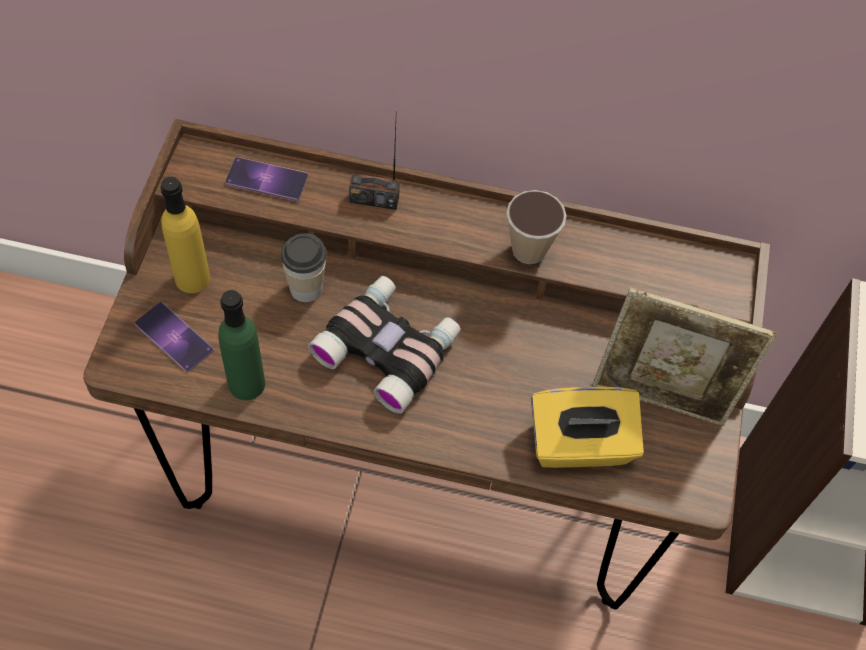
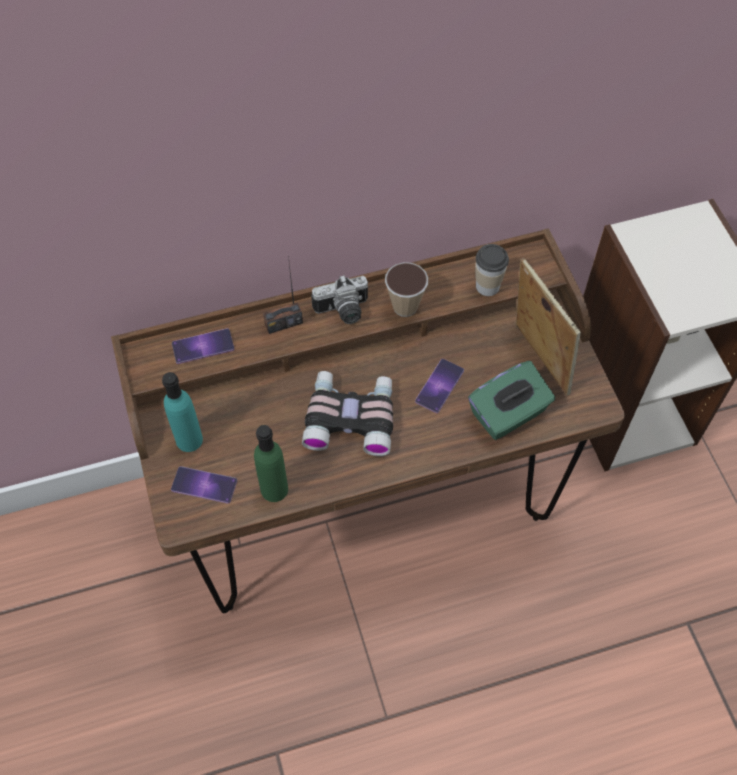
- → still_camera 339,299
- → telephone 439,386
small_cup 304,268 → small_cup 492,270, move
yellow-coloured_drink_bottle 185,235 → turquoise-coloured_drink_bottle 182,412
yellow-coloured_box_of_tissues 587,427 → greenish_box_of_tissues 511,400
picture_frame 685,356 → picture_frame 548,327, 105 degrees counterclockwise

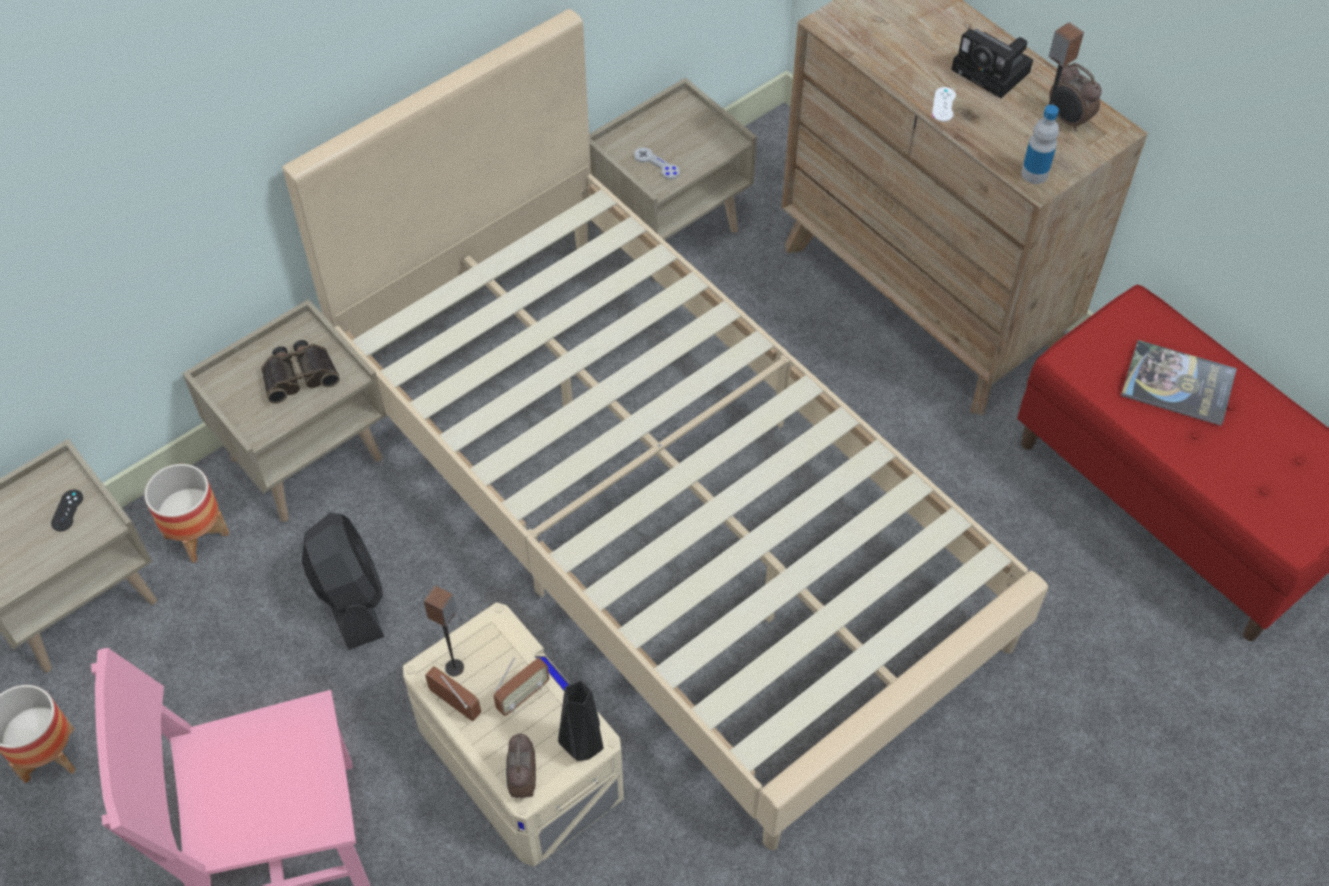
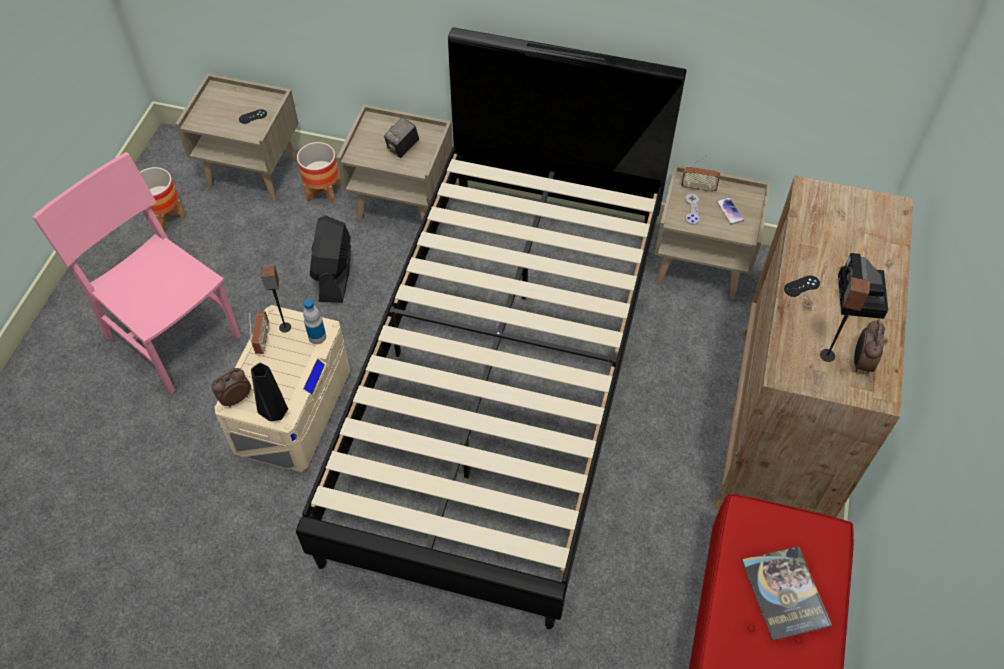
- → telephone 730,211
radio_set 521,686 → radio_set 700,174, move
drink_bottle 1040,144 → drink_bottle 314,321, move
pair_of_binoculars 300,372 → still_camera 401,137
beige-coloured_bed 665,429 → blackish_bed 491,328
whitish_game_controller 944,104 → blackish_game_controller 802,286
blackish_cooling_fan 343,581 → blackish_cooling_fan 330,259, 150 degrees clockwise

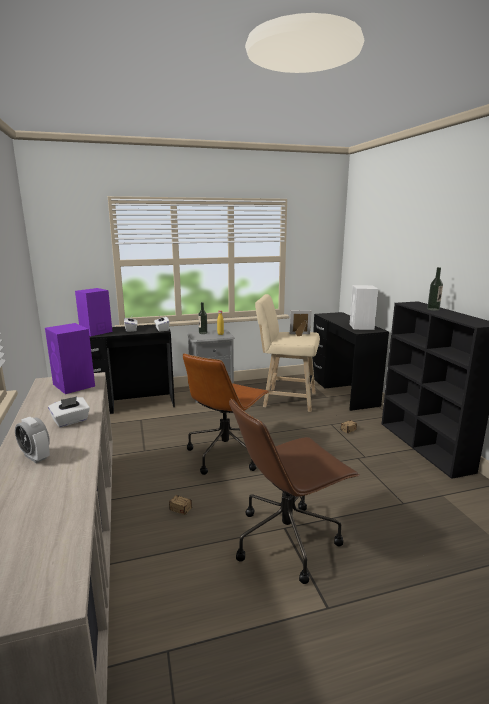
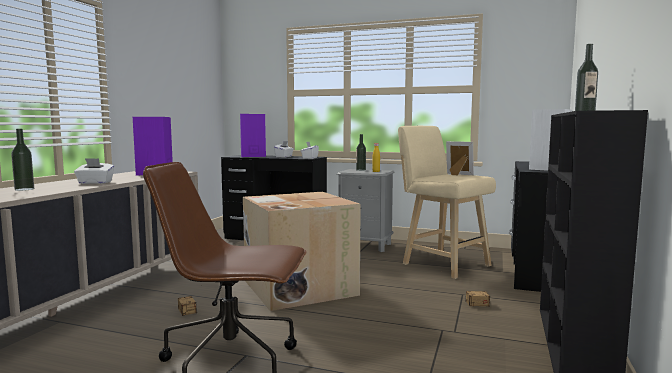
table_clock 32,440 → drink_bottle 22,160
brownish_computer_chair 226,414 → carton 302,251

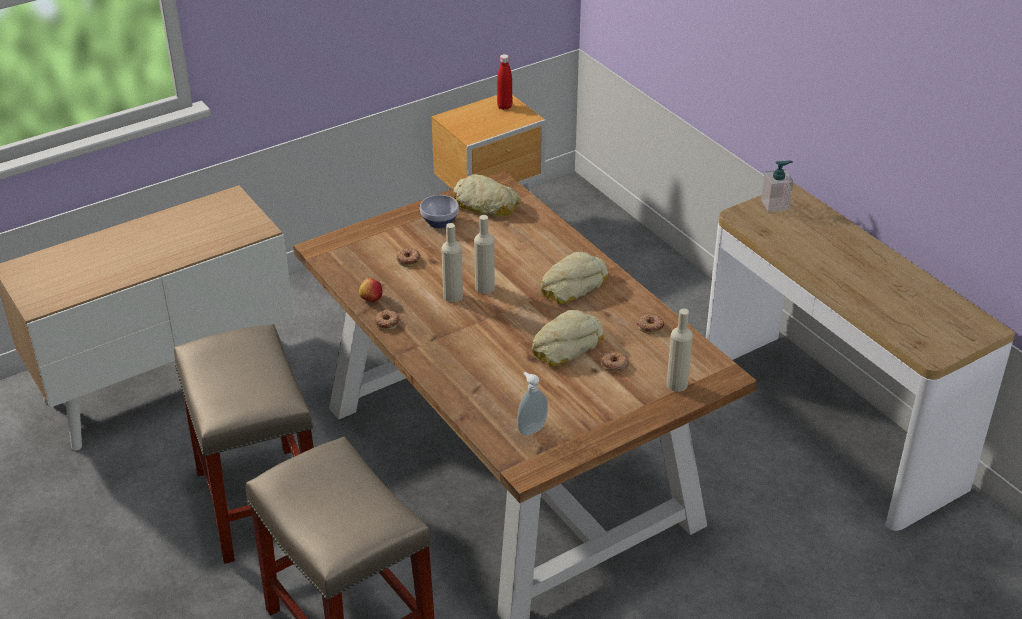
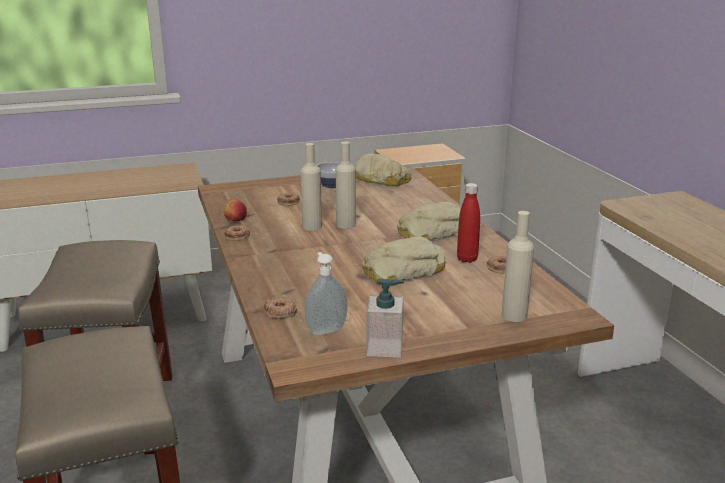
red_drink_bottle 504,82 → red_drink_bottle 468,223, move
doughnut 615,362 → doughnut 280,307, move
liquid_soap_bottle 777,186 → liquid_soap_bottle 385,318, move

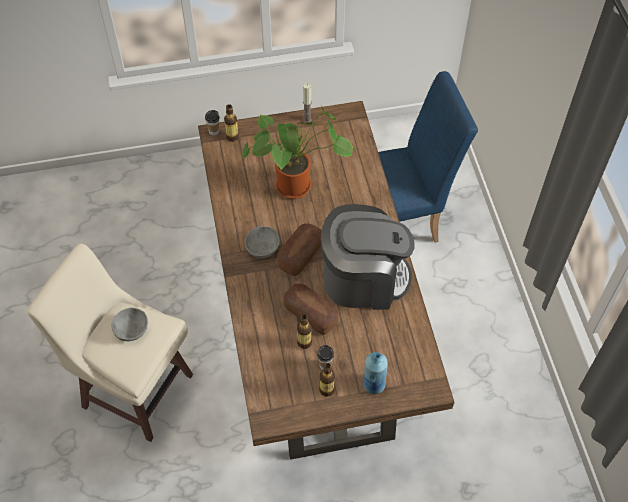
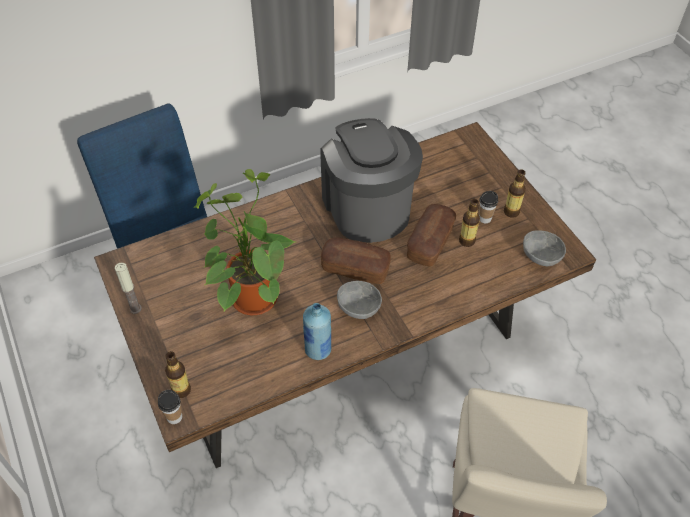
gray_deep_dish 130,324 → gray_deep_dish 544,248, move
bluish_drink_bottle 376,373 → bluish_drink_bottle 317,331, move

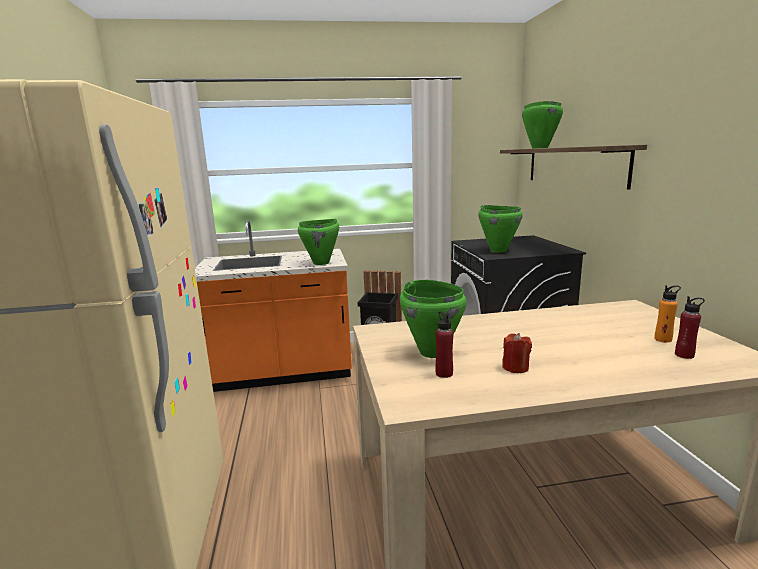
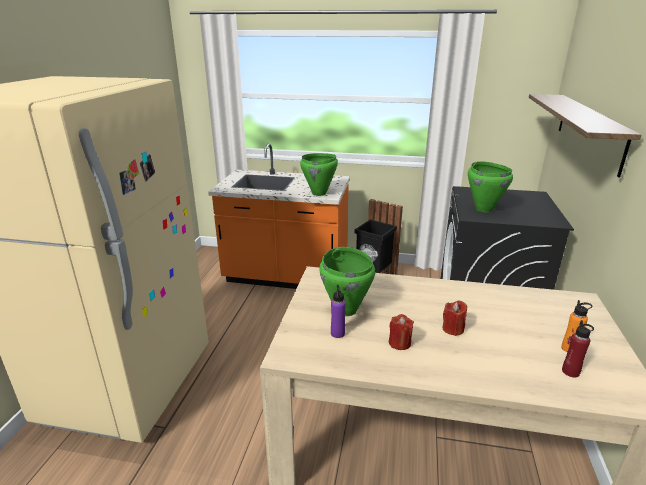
greenish_cooking_pot 542,125 → -
- → red_wax_light 454,318
red_drink_bottle 444,344 → purple_drink_bottle 338,311

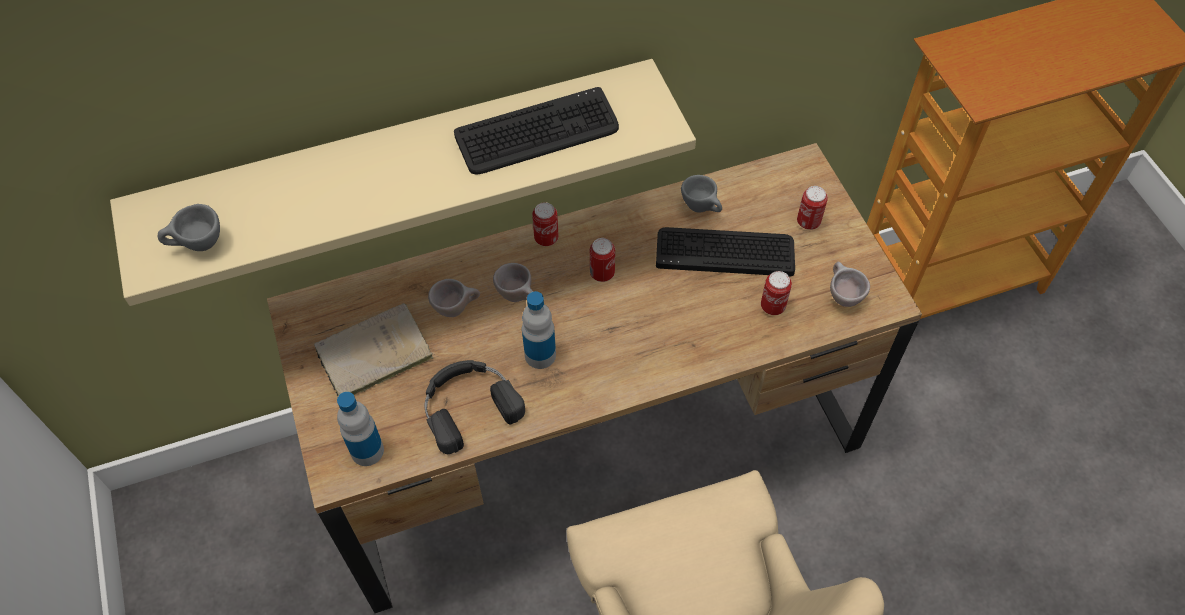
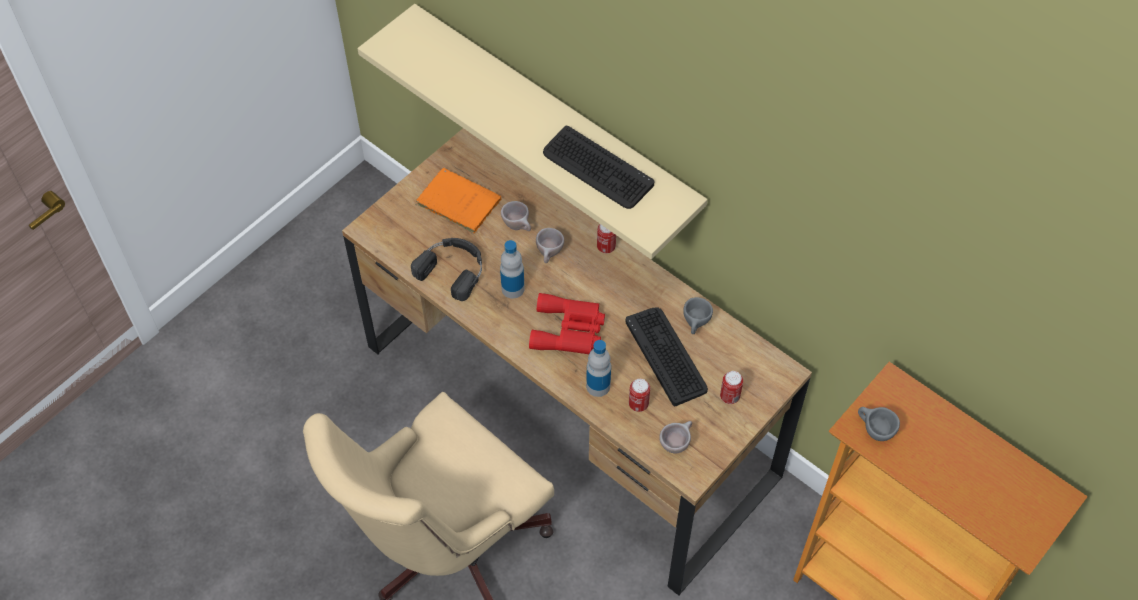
sealed_can 602,260 → -
- → red_pair_of_binoculars 567,323
gray_small_cup 189,227 → gray_small_cup 879,424, move
drink_bottle 360,429 → drink_bottle 598,368, move
beige-coloured_bound_book 373,349 → orange_bound_book 459,200

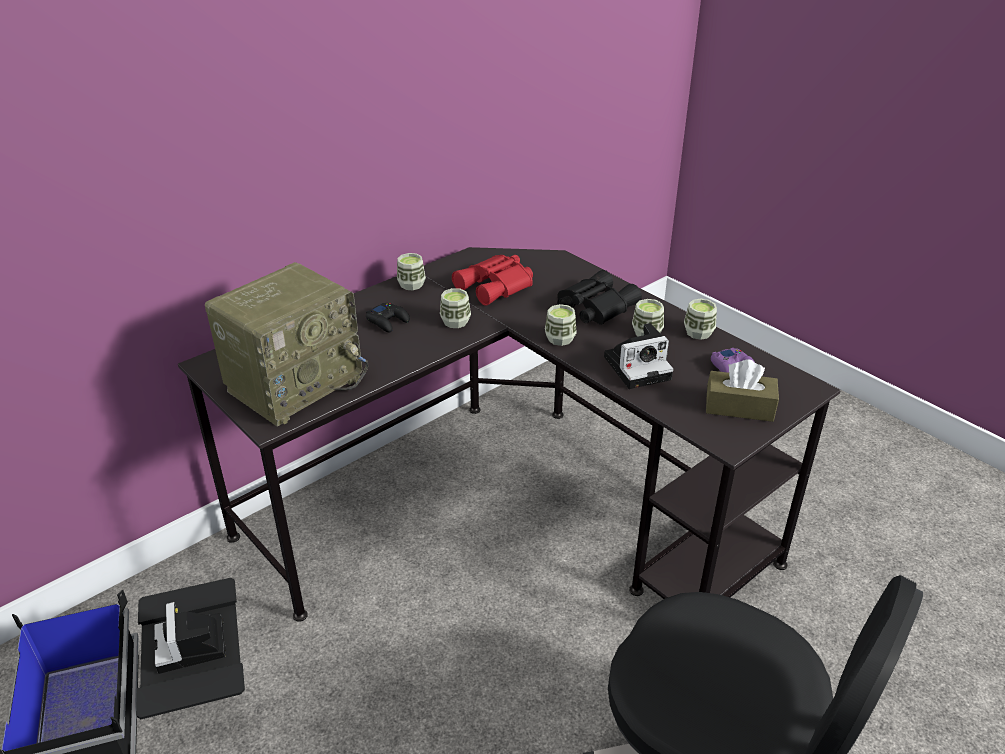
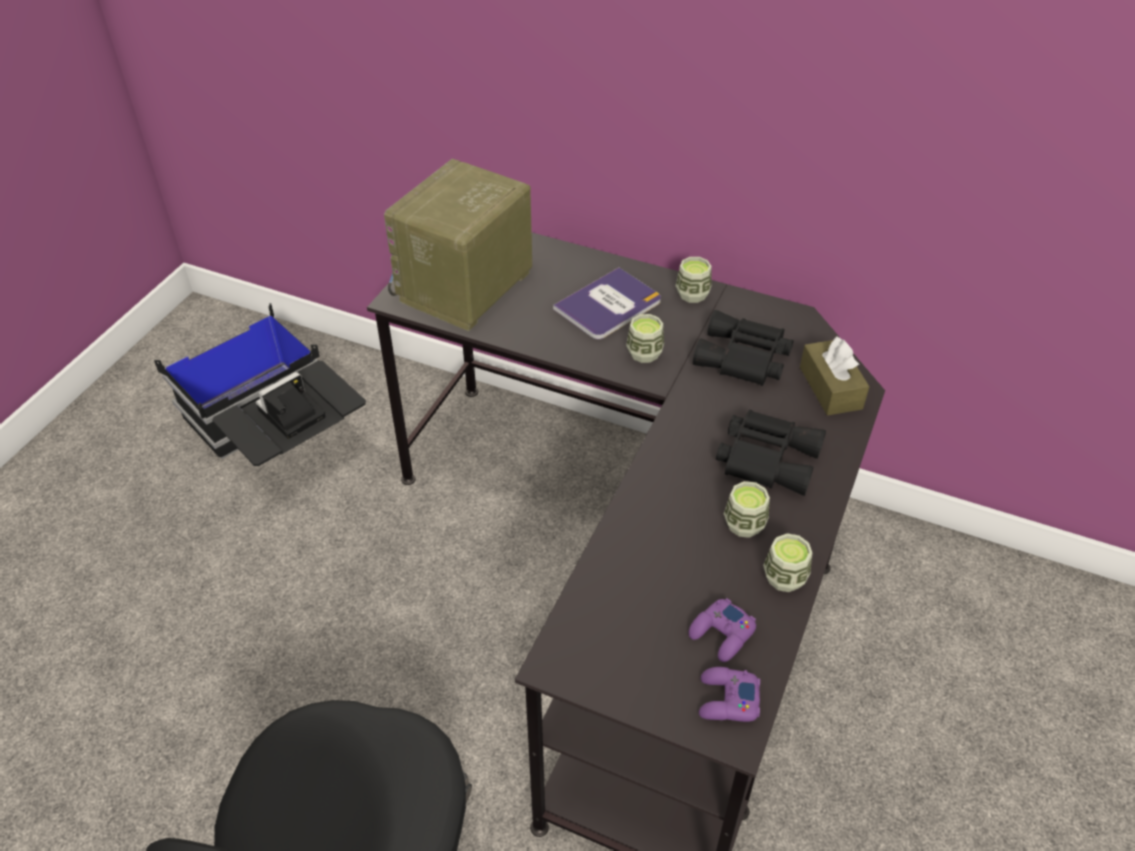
small_cup 561,325 → -
still_camera 639,356 → -
- → purple_game_controller 729,694
brownish_box_of_tissues 742,391 → brownish_box_of_tissues 835,375, move
blackish_game_controller 388,317 → bound_book 607,303
red_pair_of_binoculars 492,280 → blackish_pair_of_binoculars 743,348
radio_set 286,344 → radio_set 458,245, 105 degrees clockwise

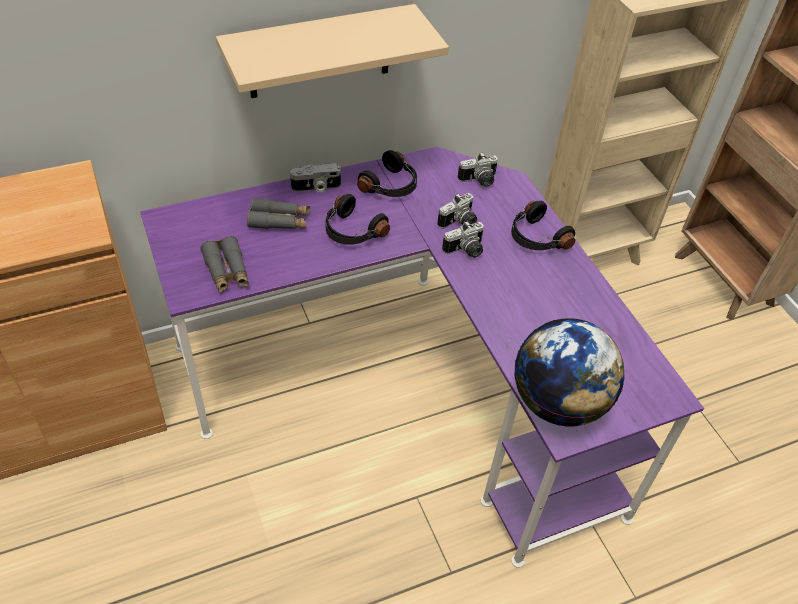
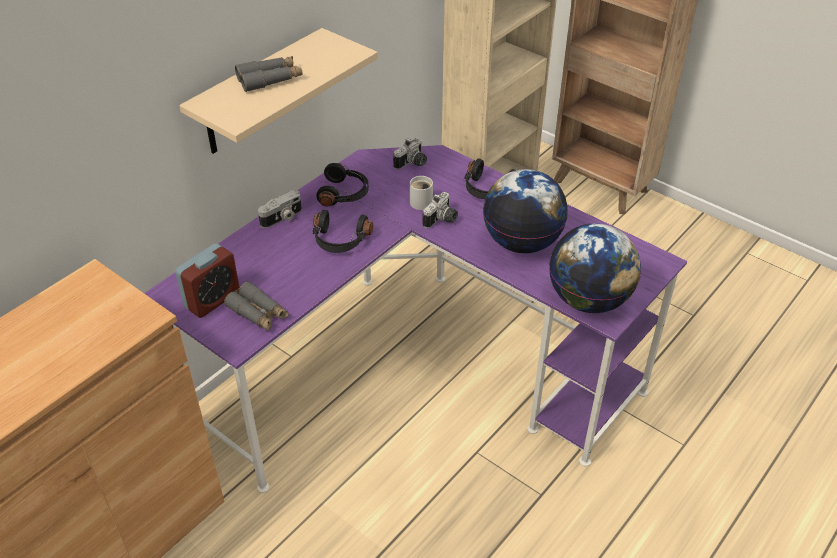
- → table_clock 207,280
- → desk_globe 525,211
gray_pair_of_binoculars 278,213 → gray_pair_of_binoculars 268,74, move
still_camera 457,210 → whitish_tea_mug 421,193

